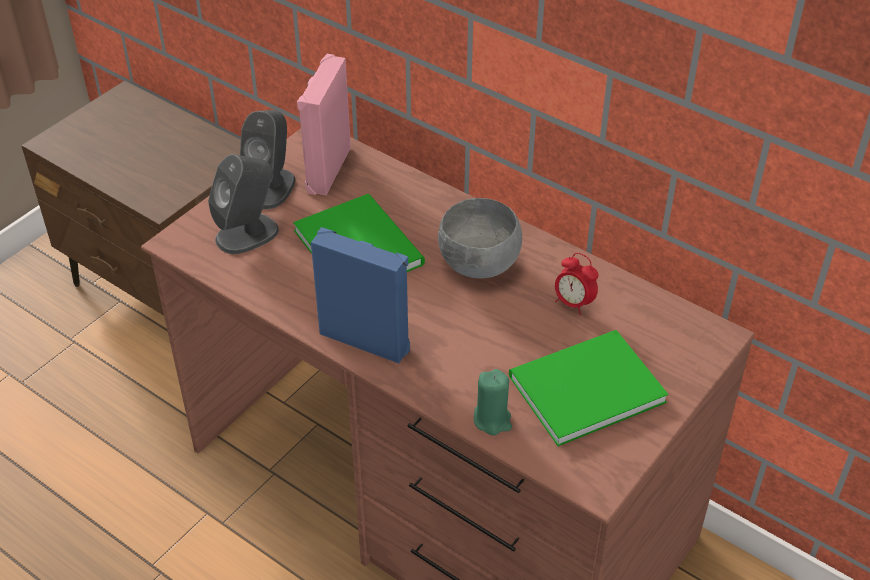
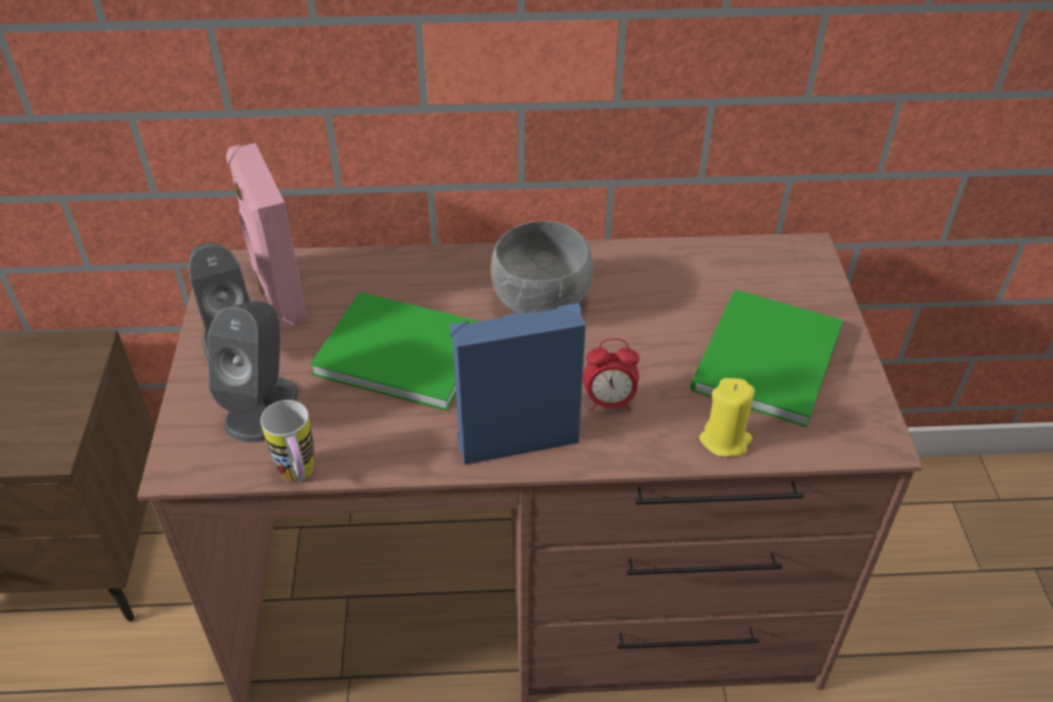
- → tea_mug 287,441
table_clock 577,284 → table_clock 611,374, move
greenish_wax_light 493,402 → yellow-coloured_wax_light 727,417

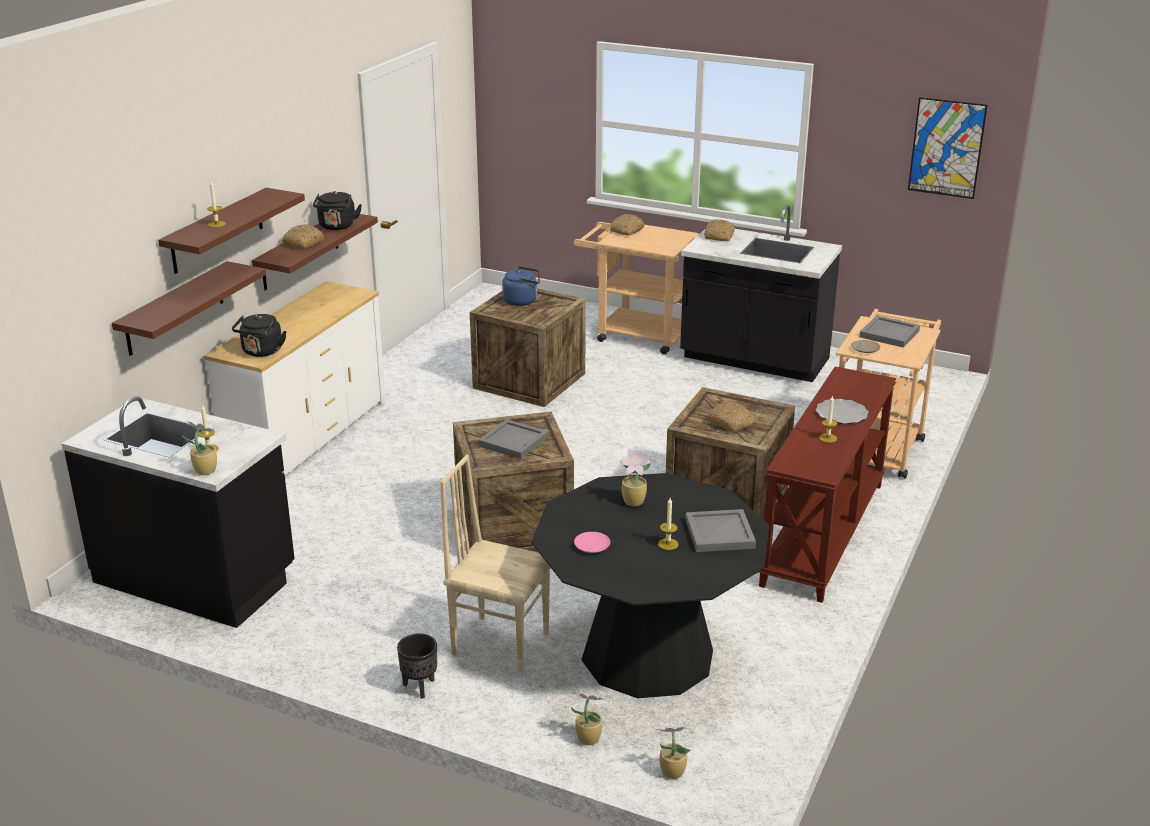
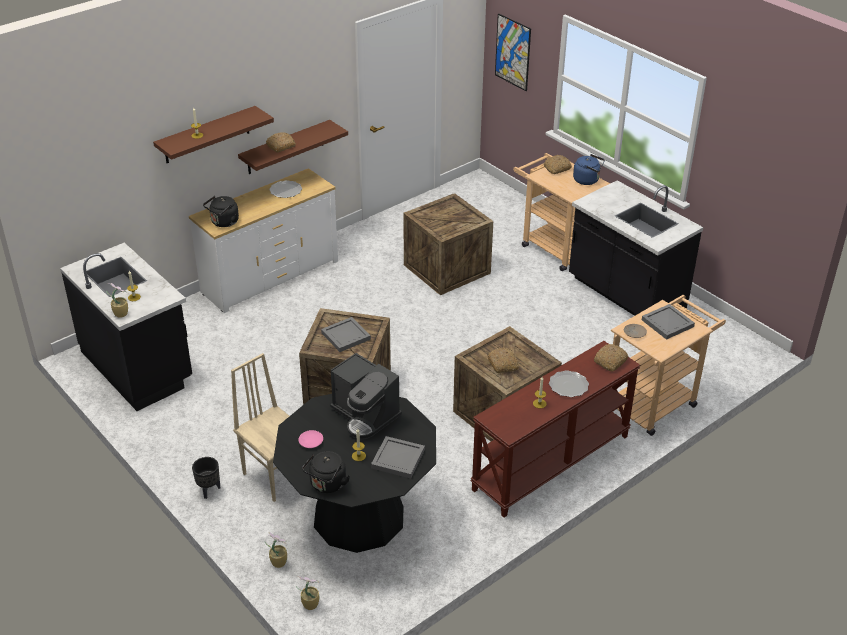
brownish_shelf 189,308 → -
- → flat_dish 285,189
blackish_kettle 337,210 → blackish_kettle 326,472, move
bluish_kettle 521,286 → bluish_kettle 589,169, move
baked_bread 719,230 → baked_bread 611,358, move
wall_picture 948,148 → wall_picture 513,52, move
houseplant 635,477 → coffee_brewer 366,396

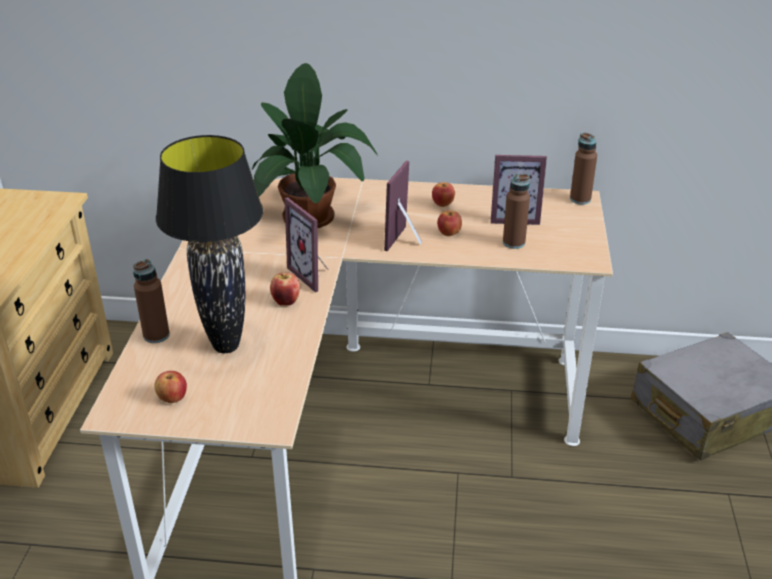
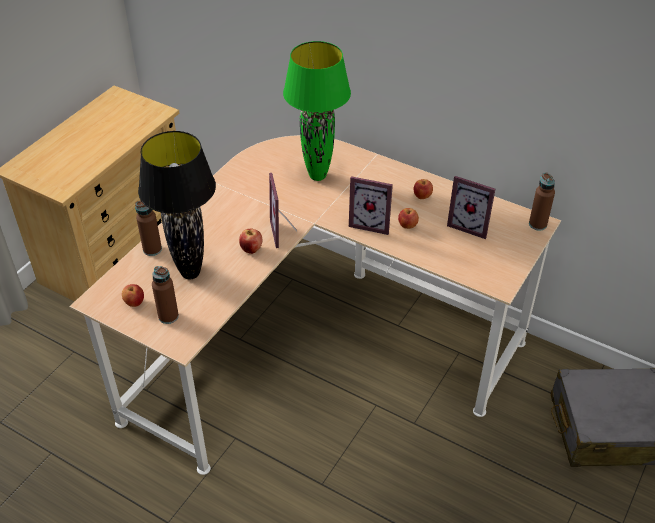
brownish_drink_bottle 516,211 → brownish_drink_bottle 165,295, move
houseplant 315,145 → greenish_lamp_for_a_table 317,111
picture_frame 403,206 → picture_frame 371,205, 120 degrees counterclockwise

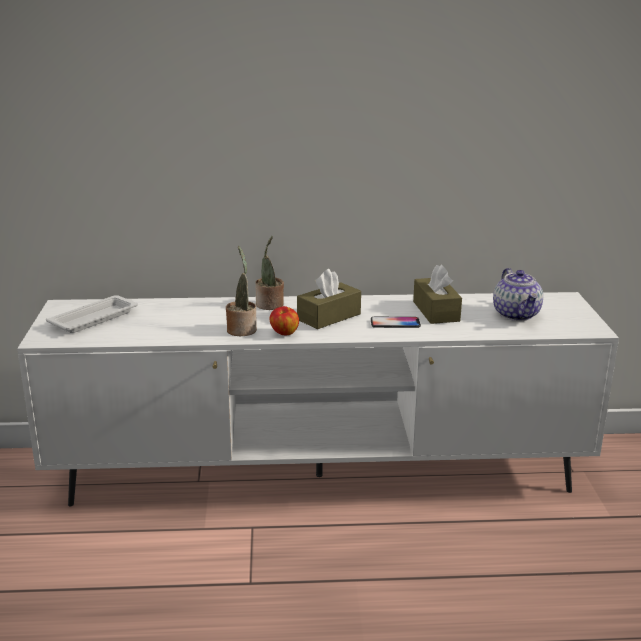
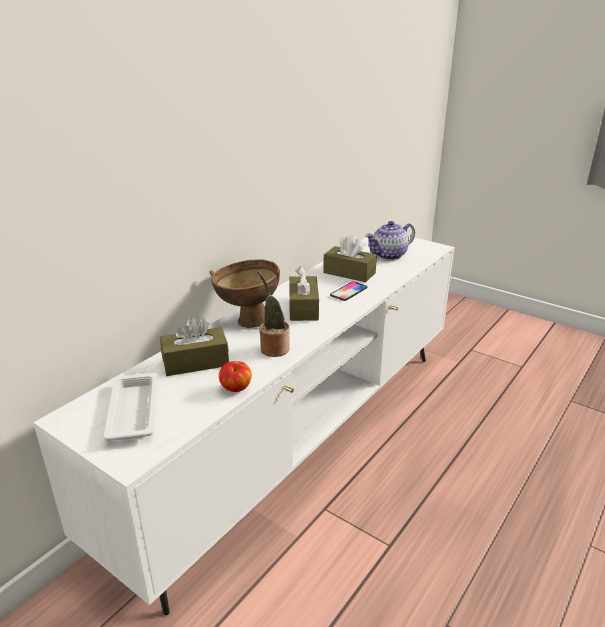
- → brownish_box_of_tissues 194,346
whole_apple 284,320 → whole_apple 235,376, move
houseplant 269,273 → brownish_deep_dish 245,293
teapot 518,294 → teapot 390,240, 120 degrees clockwise

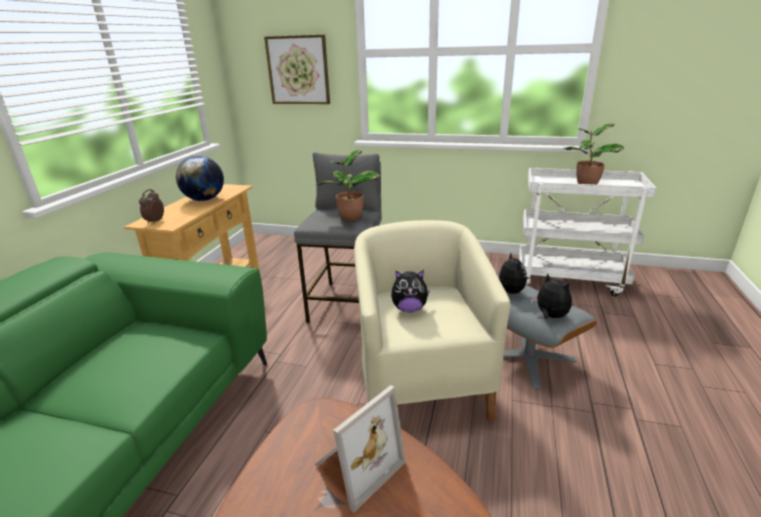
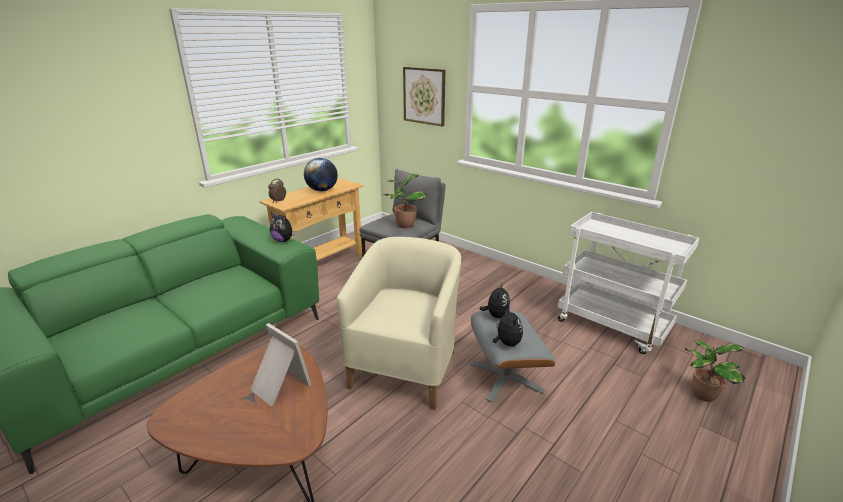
plush_toy 410,291 → plush_toy 283,227, move
houseplant 593,154 → houseplant 715,371, move
picture_frame 360,449 → picture_frame 280,364, 120 degrees counterclockwise

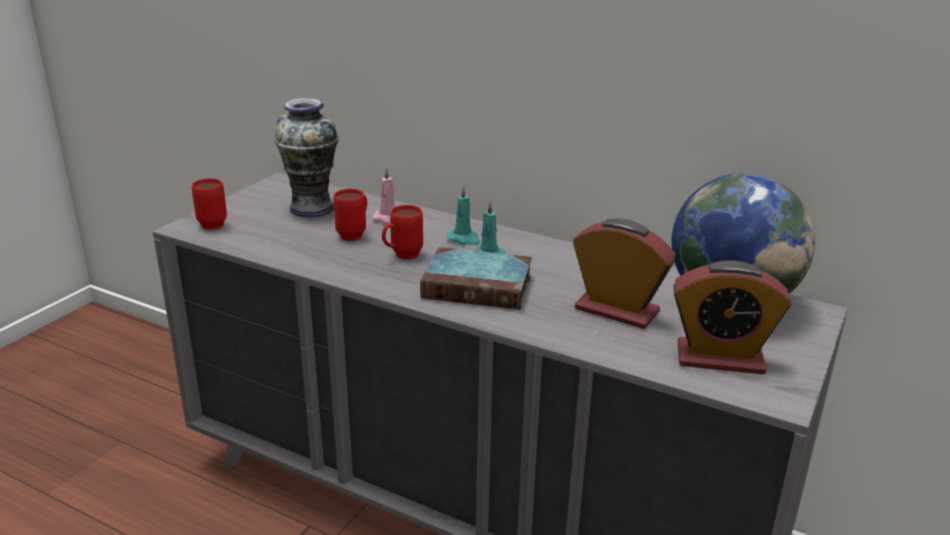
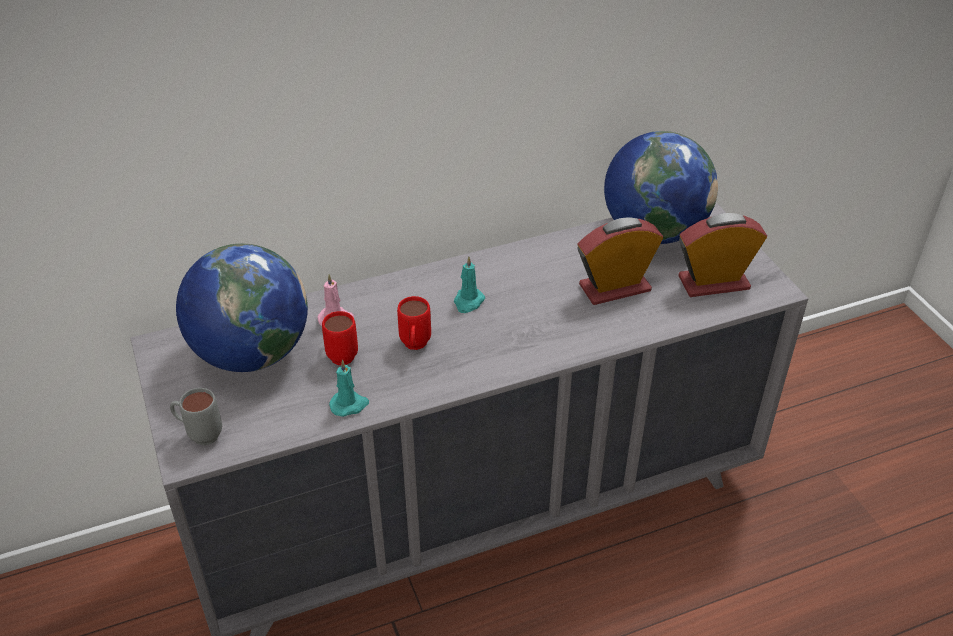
bound_book 476,278 → -
turquoise-coloured_wax_light 463,215 → turquoise-coloured_wax_light 349,388, move
vase 307,157 → desk_globe 242,308
red_tea_mug 209,203 → gray_tea_mug 196,416
table_clock 732,317 → table_clock 722,255, 150 degrees counterclockwise

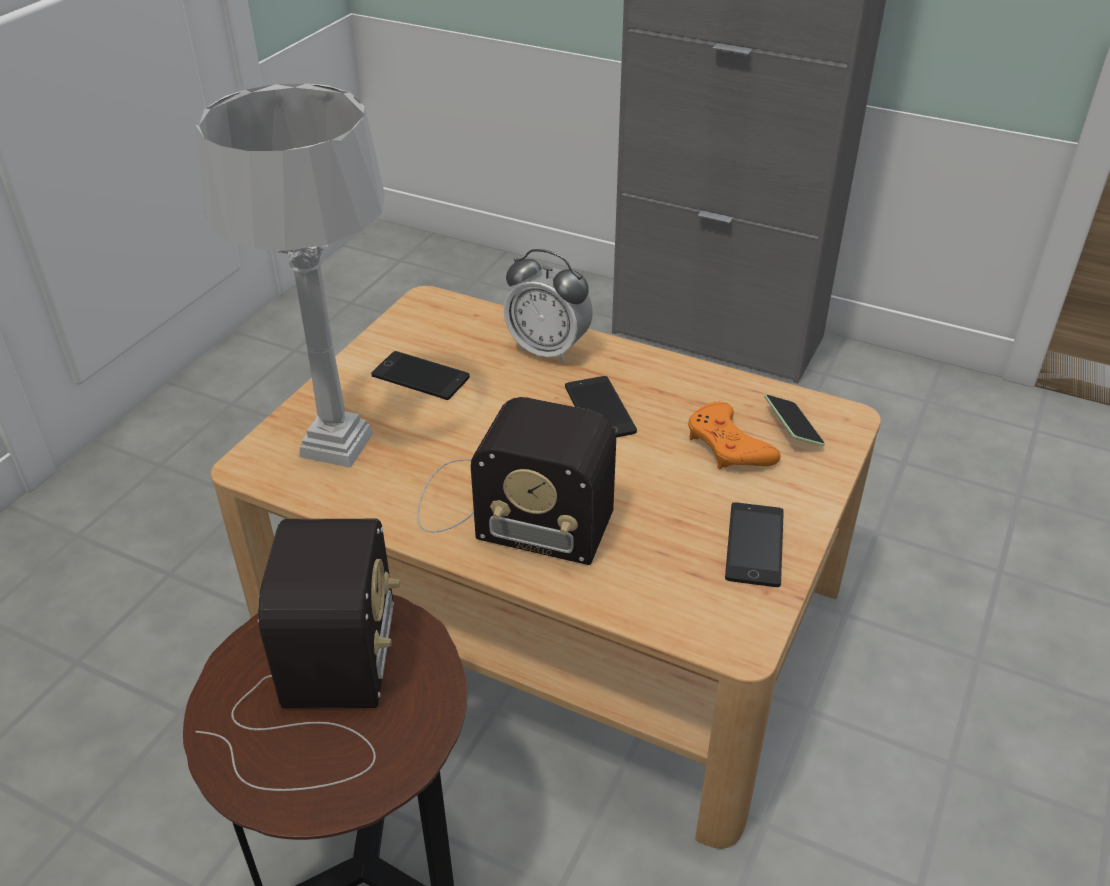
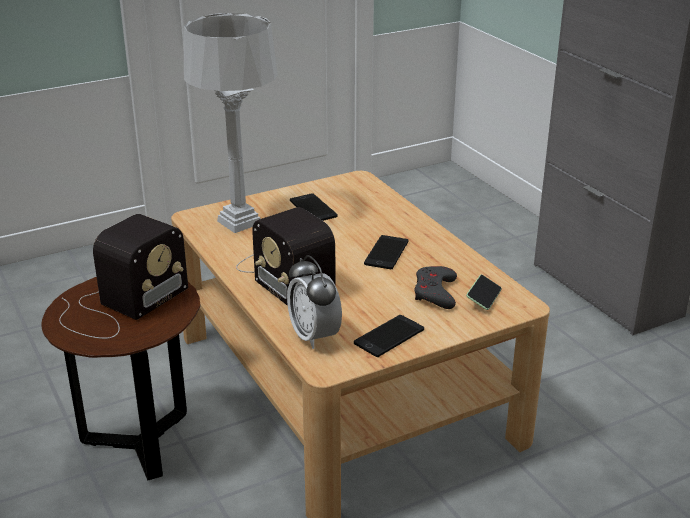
table_clock 548,306 → table_clock 314,302, move
orange_game_controller 734,435 → gray_game_controller 435,287

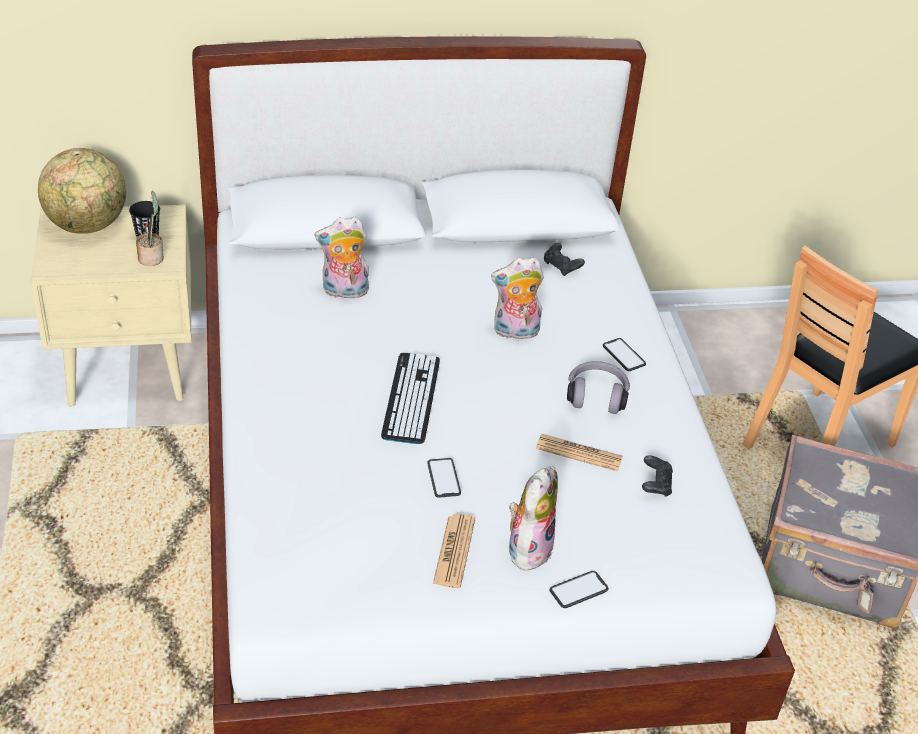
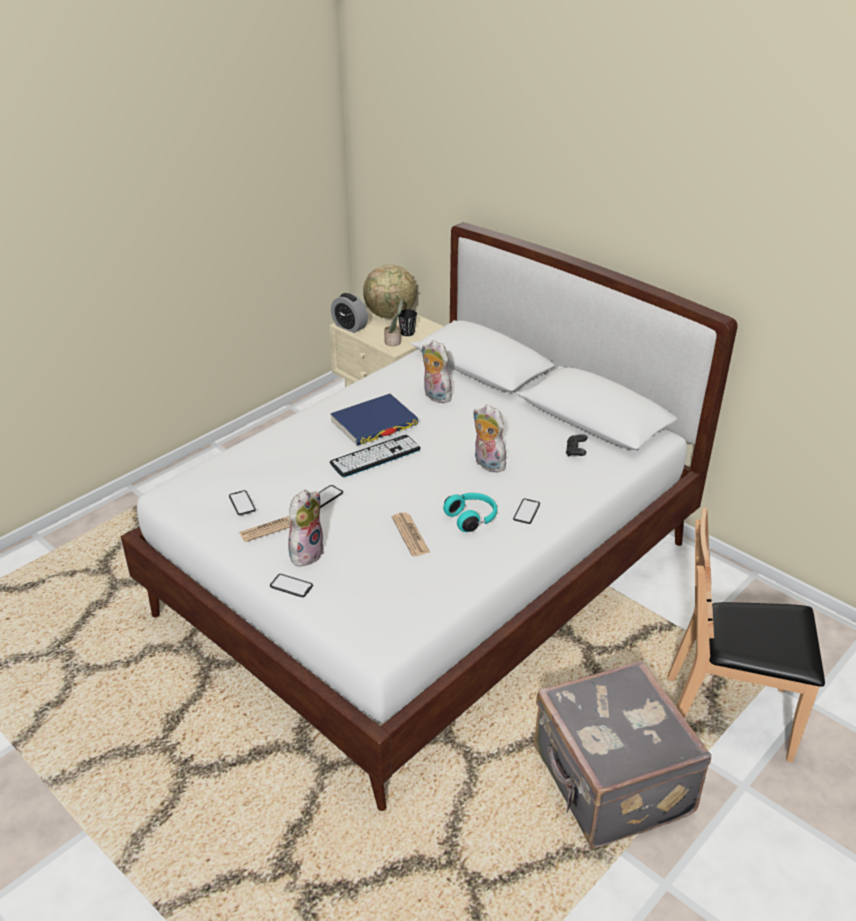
blackish_game_controller 657,476 → -
- → telephone 242,502
- → bluish_bound_book 374,420
- → table_clock 349,313
gray_headphones 598,387 → turquoise-coloured_headphones 470,512
plush_toy 533,519 → plush_toy 306,528, 45 degrees counterclockwise

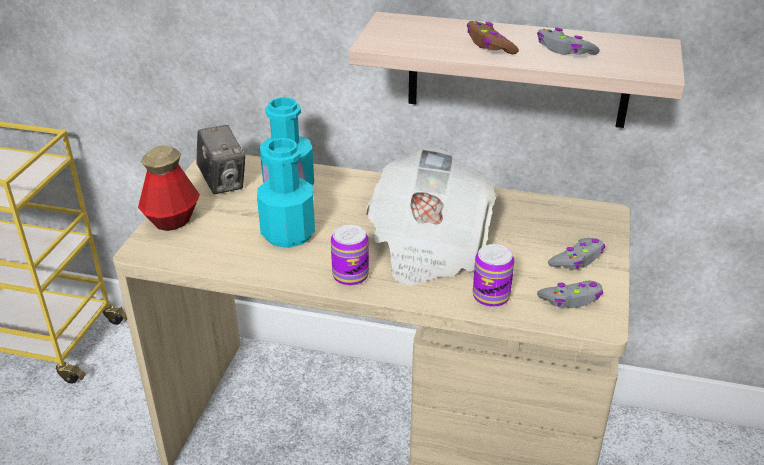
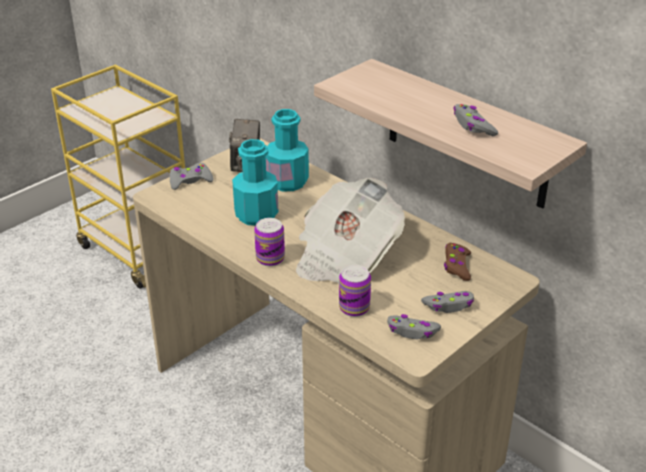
brownish_game_controller 493,38 → brownish_game_controller 457,262, move
drink_bottle 169,188 → gray_game_controller 191,176

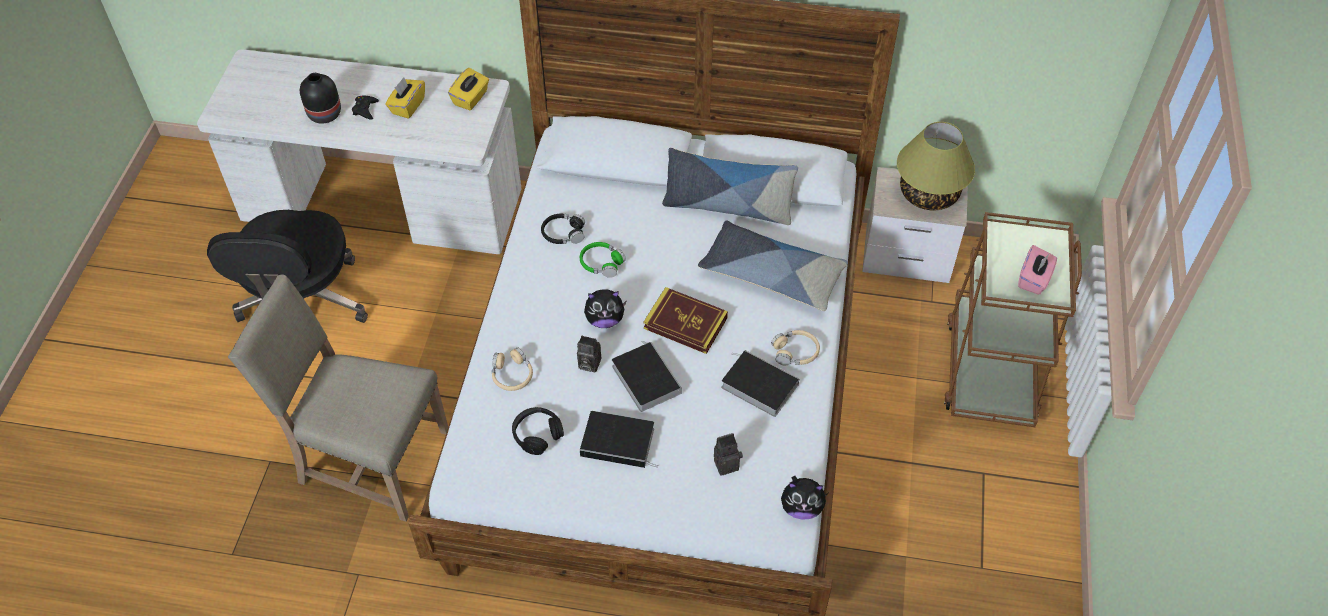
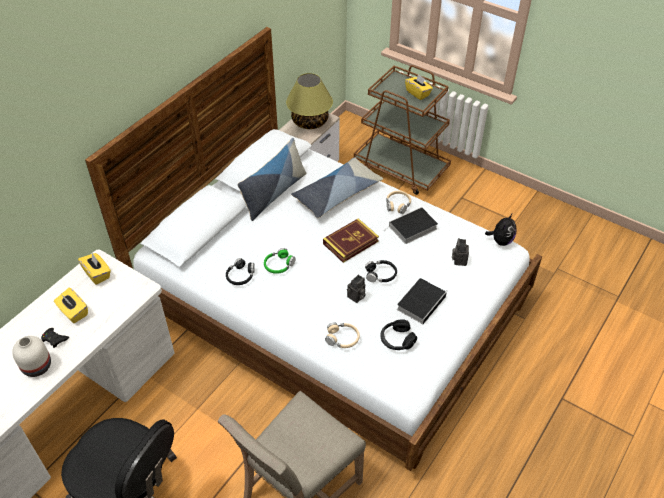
plush_toy 605,308 → -
bound_book 647,376 → blackish_headphones 381,271
blackish_vase 320,98 → whitish_vase 31,356
pink_box_of_tissues 1037,270 → yellow-coloured_box_of_tissues 419,87

